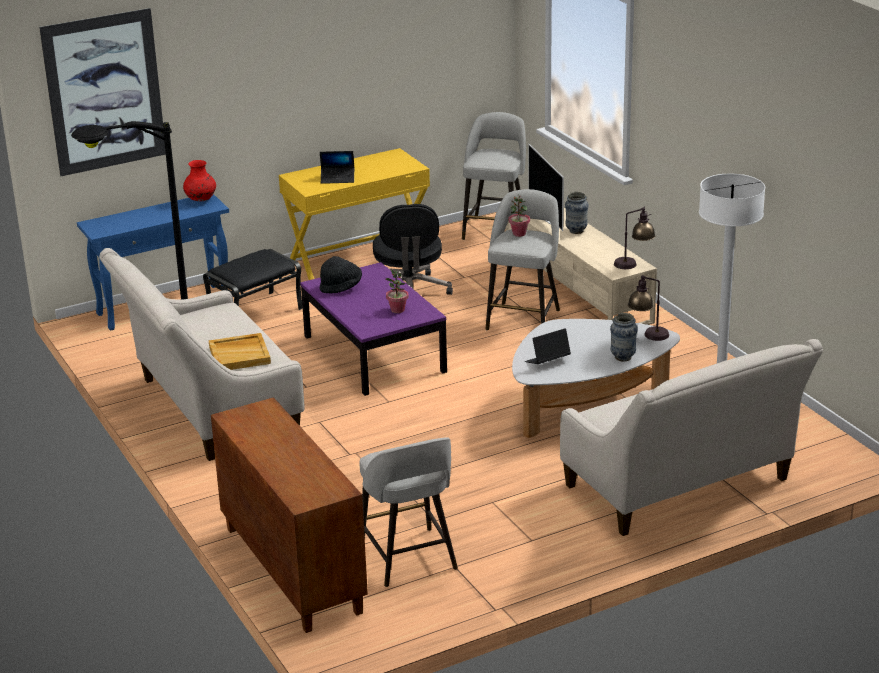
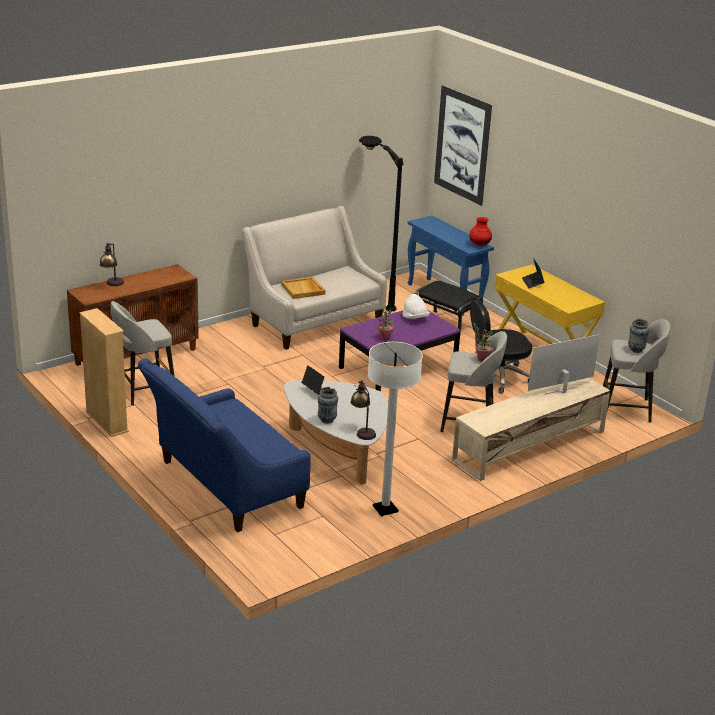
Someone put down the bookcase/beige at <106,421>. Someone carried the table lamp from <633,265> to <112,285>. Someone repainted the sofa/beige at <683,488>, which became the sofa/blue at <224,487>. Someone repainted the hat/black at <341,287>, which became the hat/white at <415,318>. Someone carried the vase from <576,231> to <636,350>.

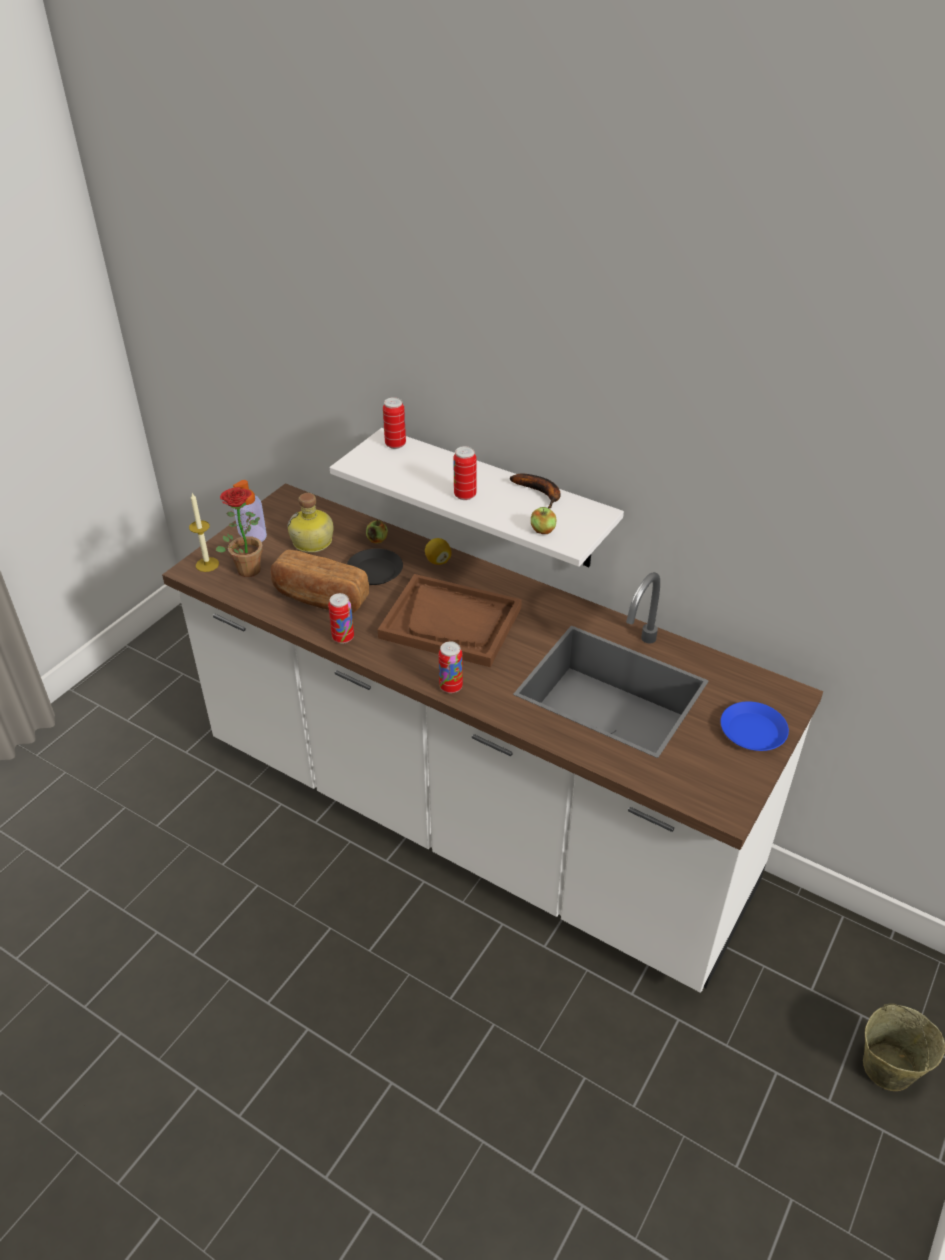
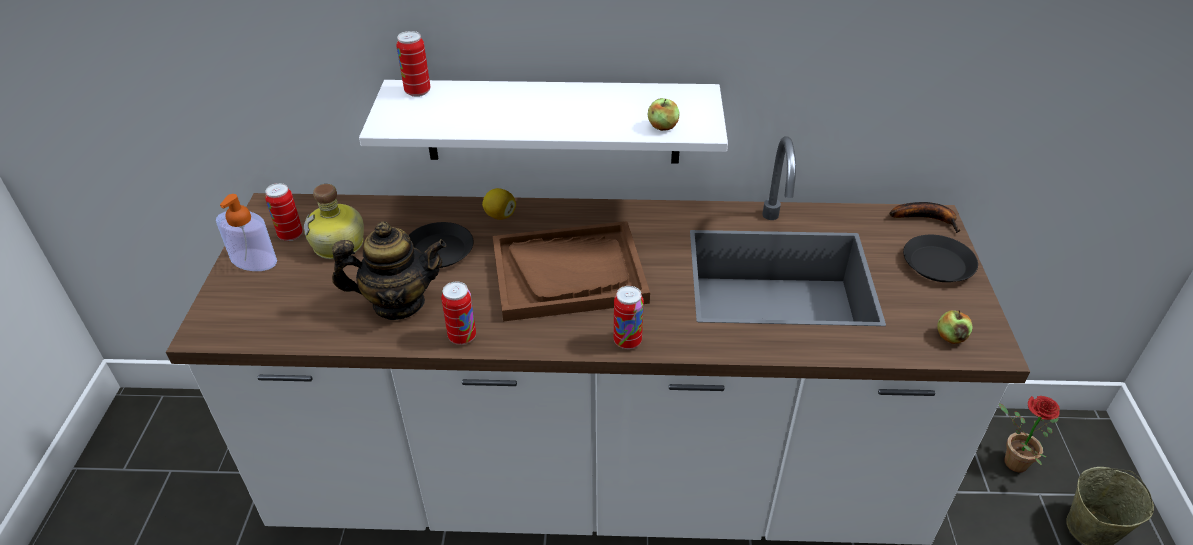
Someone carried the can from <465,495> to <290,235>. Someone swapped the bread at <320,598> for the teapot at <398,303>. Someone carried the banana from <541,493> to <927,219>. Someone repainted the plate/blue at <753,731>, which became the plate/black at <938,264>. Someone carried the apple from <377,540> to <950,337>. Someone carried the potted plant from <246,567> to <1010,461>. Someone took away the candle at <207,564>.

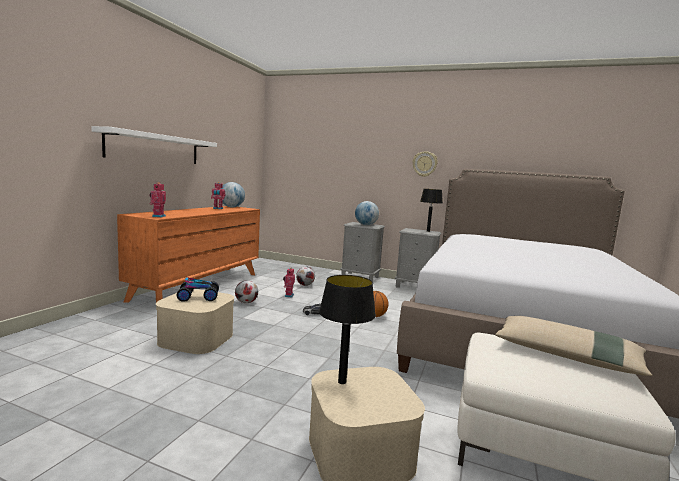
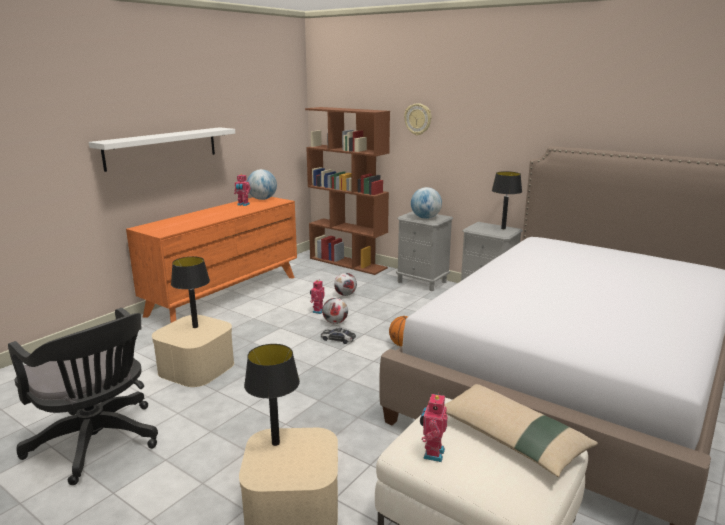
Someone put down the office chair/black at <98,443>. Someone swapped the toy car at <198,297> for the table lamp/black at <195,327>. Someone put down the bookcase/brown at <348,263>. Someone carried the football from <246,302> to <335,322>. Someone carried the wall clock from <424,164> to <418,119>. Someone carried the toy robot from <158,216> to <432,453>.

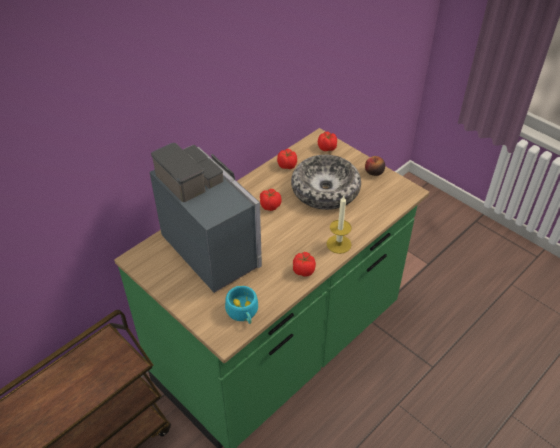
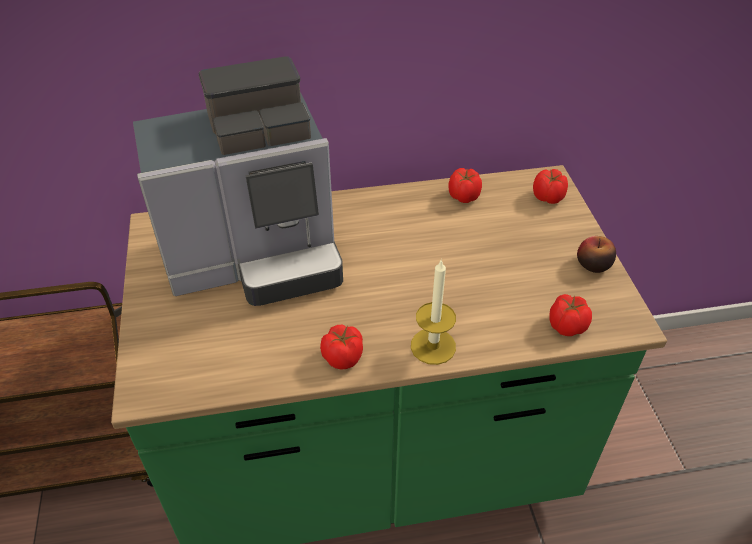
Someone rotated the coffee machine at <213,246> by 75 degrees clockwise. Someone carried the tomato from <270,206> to <566,325>. Someone took away the cup/turquoise at <243,313>. Someone took away the bowl at <325,190>.

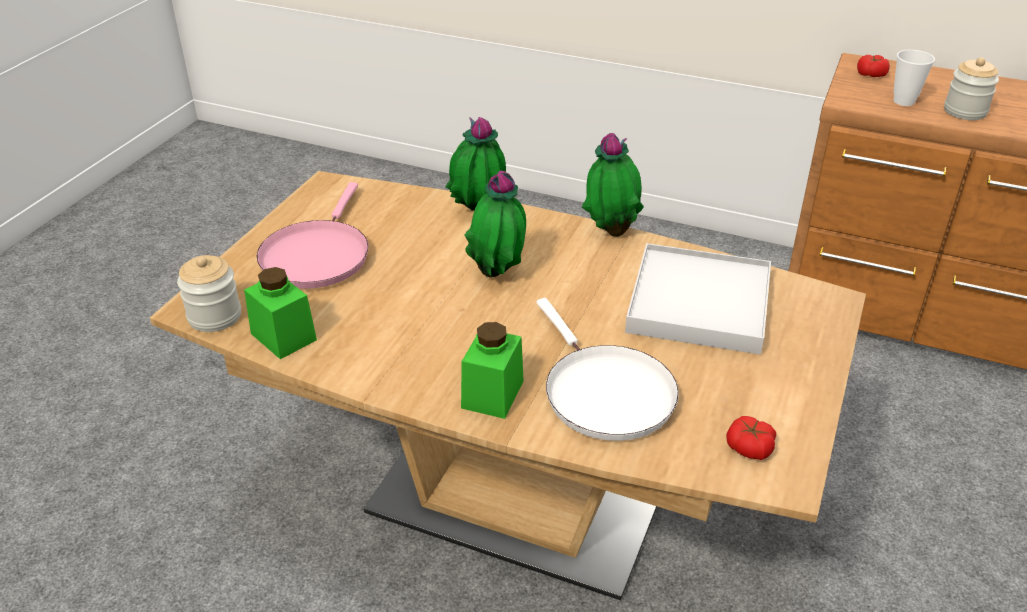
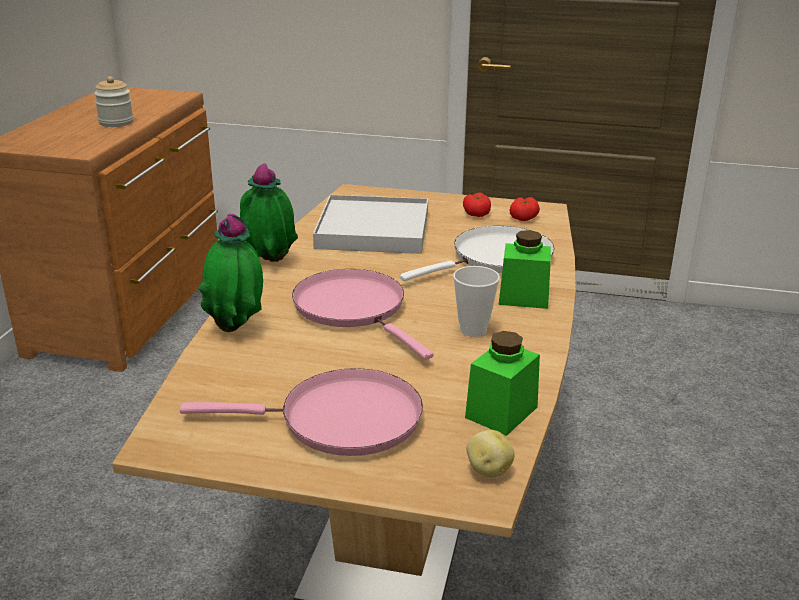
Someone swapped the potted plant at <498,275> for the frying pan/pink at <354,308>. Someone carried the cup from <903,101> to <473,330>. Someone carried the tomato from <871,74> to <476,213>. Someone swapped the jar at <215,316> for the potato at <488,470>.

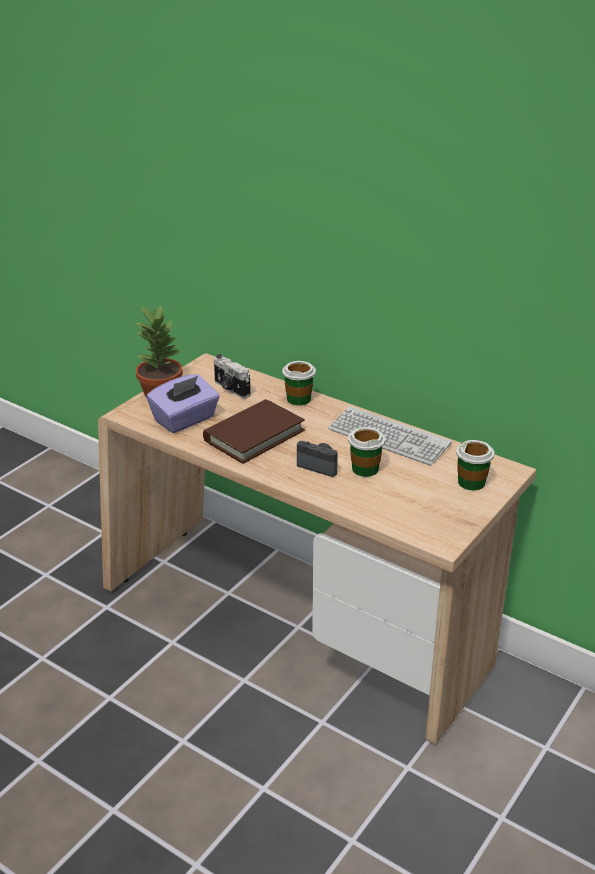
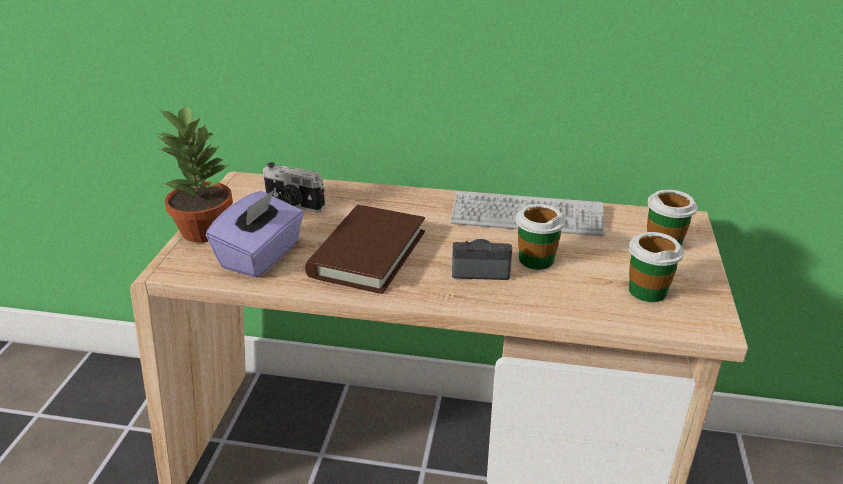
Someone carried the cup from <298,399> to <647,290>.

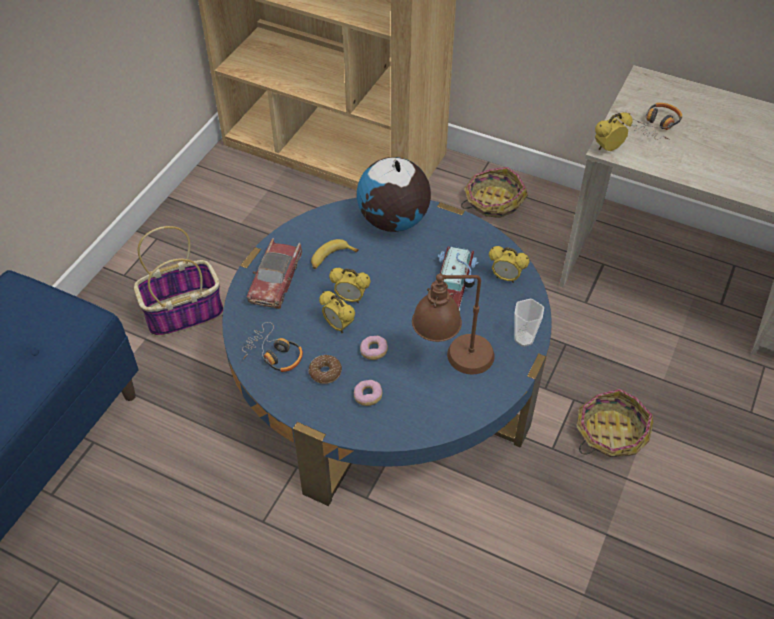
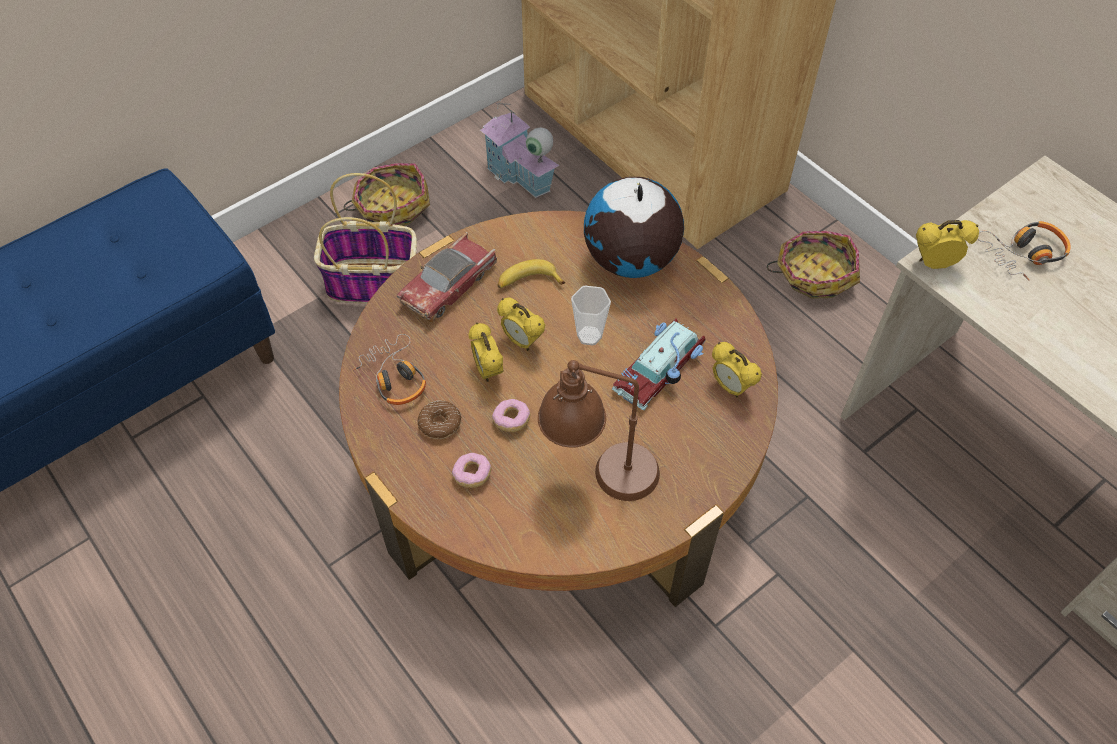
Someone repainted the coffee table/blue at <387,380>, which became the coffee table/brown at <558,454>. Someone carried the basket from <610,433> to <392,205>. Someone put down the toy house at <519,176>. Someone carried the cup from <524,339> to <589,335>.

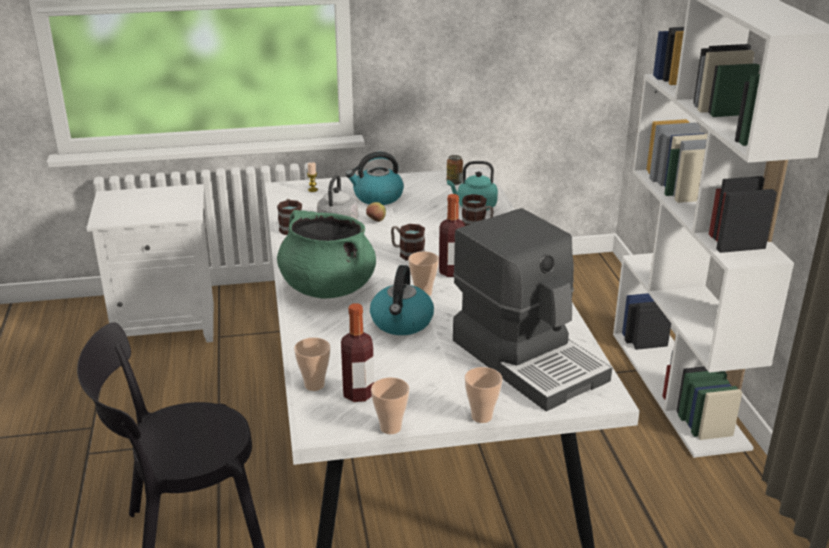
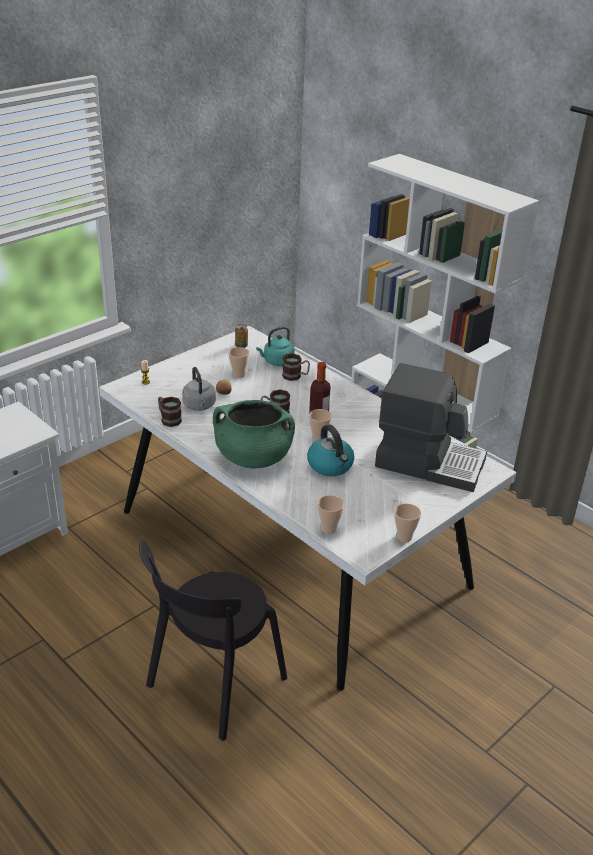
Someone carried the cup from <481,416> to <239,375>. Someone took away the bottle at <358,394>. Someone took away the kettle at <377,197>.

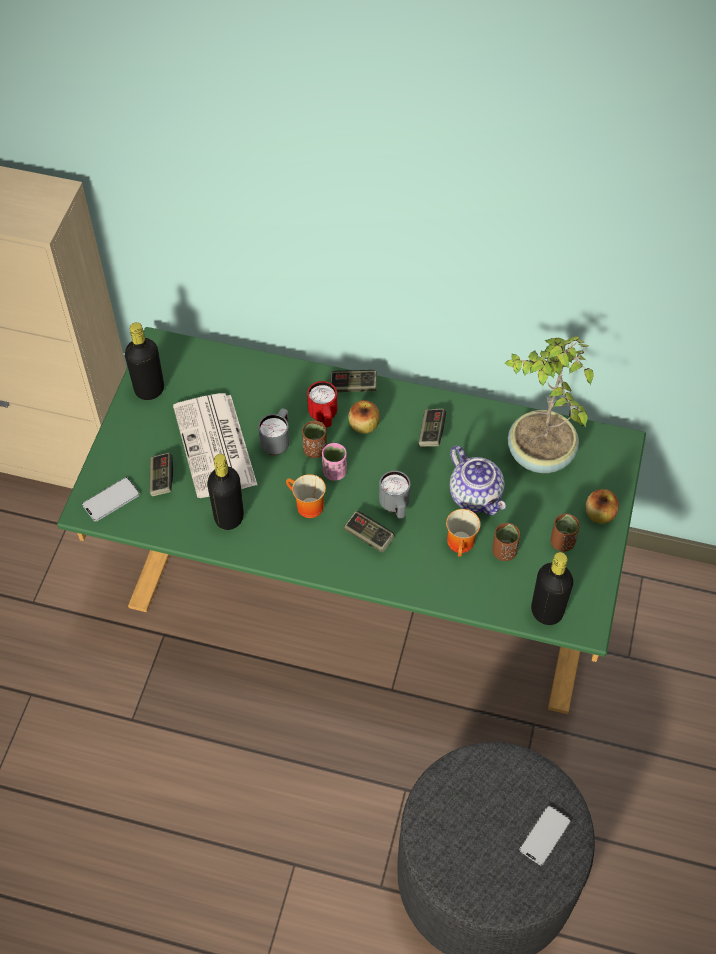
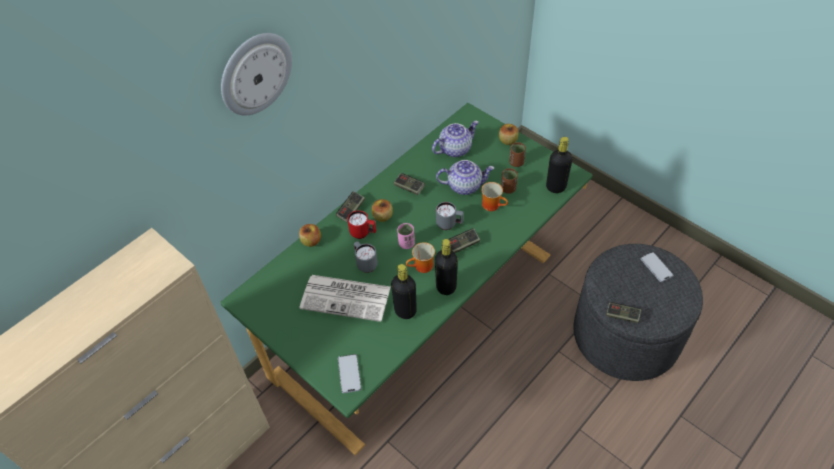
Someone put up the wall clock at <255,73>. Someone put down the apple at <311,241>. Someone swapped the potted plant at <539,455> for the teapot at <455,149>. Someone carried the bottle/black from <149,390> to <446,286>. Someone carried the game controller from <161,479> to <622,315>. Someone took away the cup/brown at <315,450>.

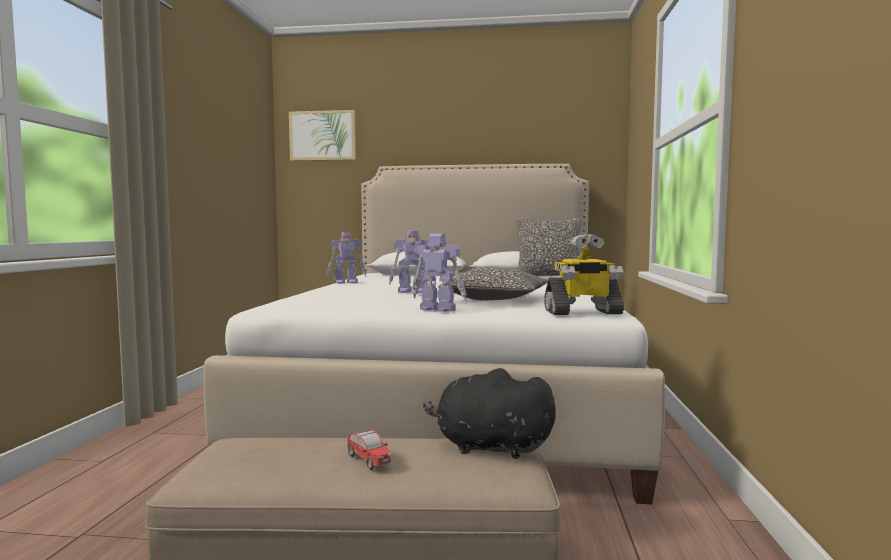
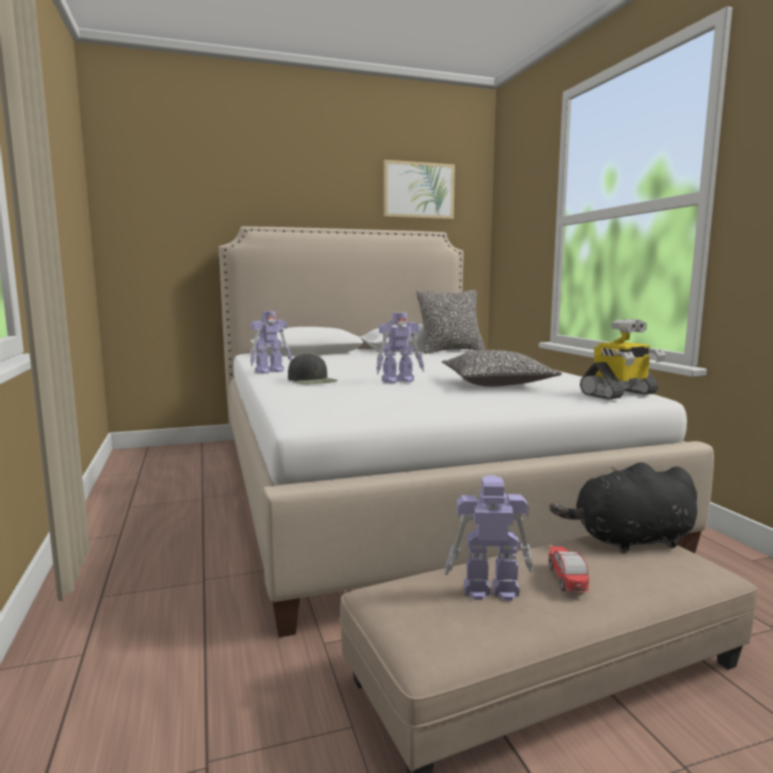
Someone put down the cap/black at <312,380>. Someone carried the picture from <323,136> to <418,190>. Someone carried the toy robot from <437,309> to <489,590>. Someone rotated the toy car at <368,460> by 120 degrees counterclockwise.

